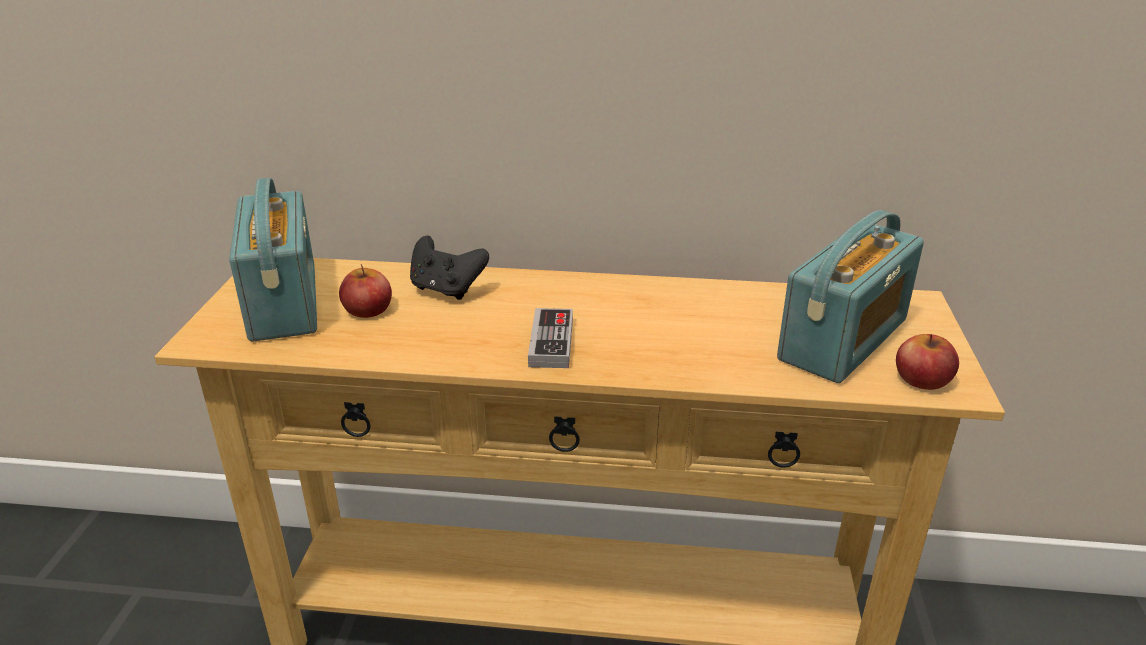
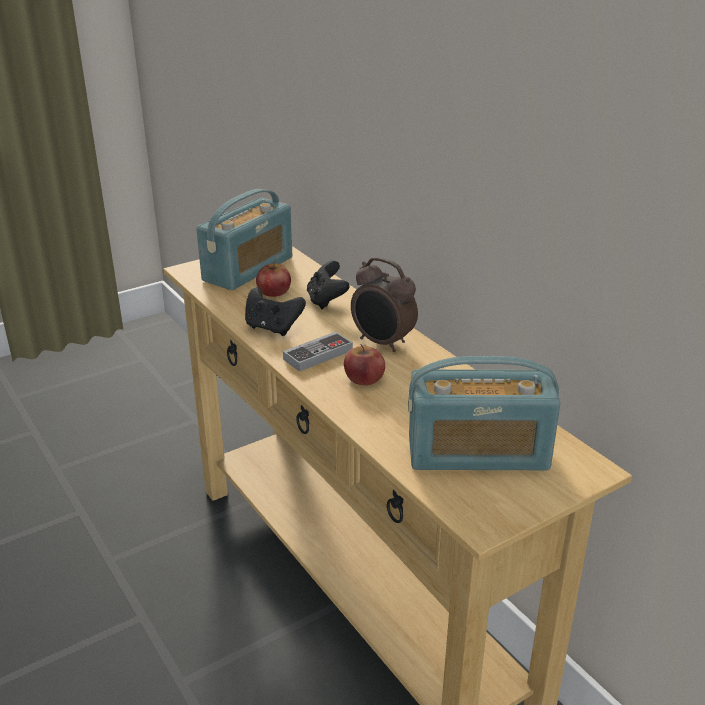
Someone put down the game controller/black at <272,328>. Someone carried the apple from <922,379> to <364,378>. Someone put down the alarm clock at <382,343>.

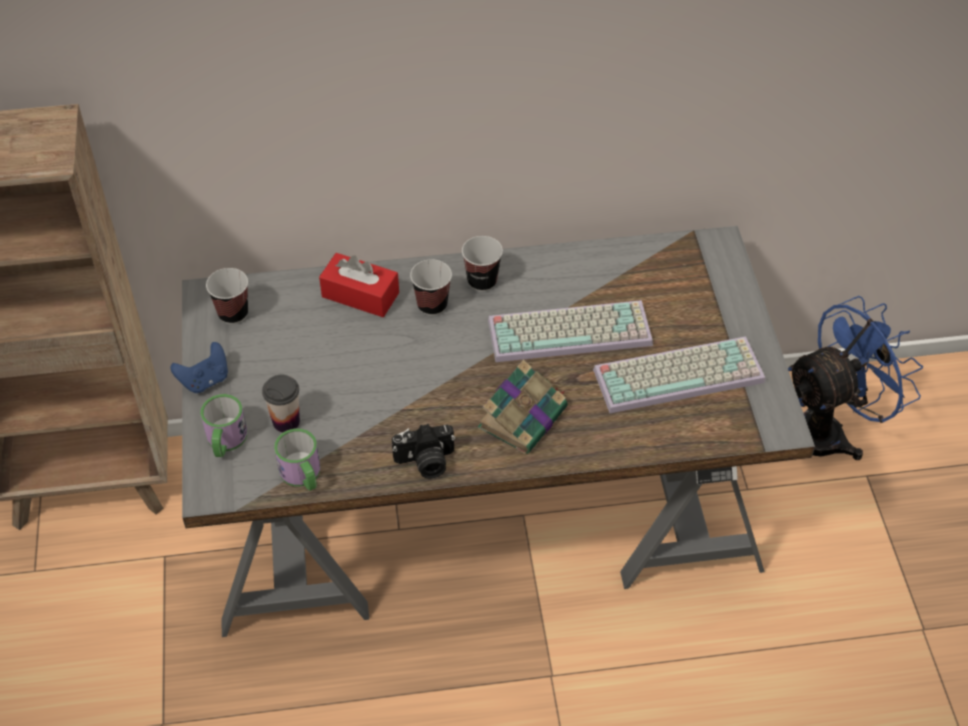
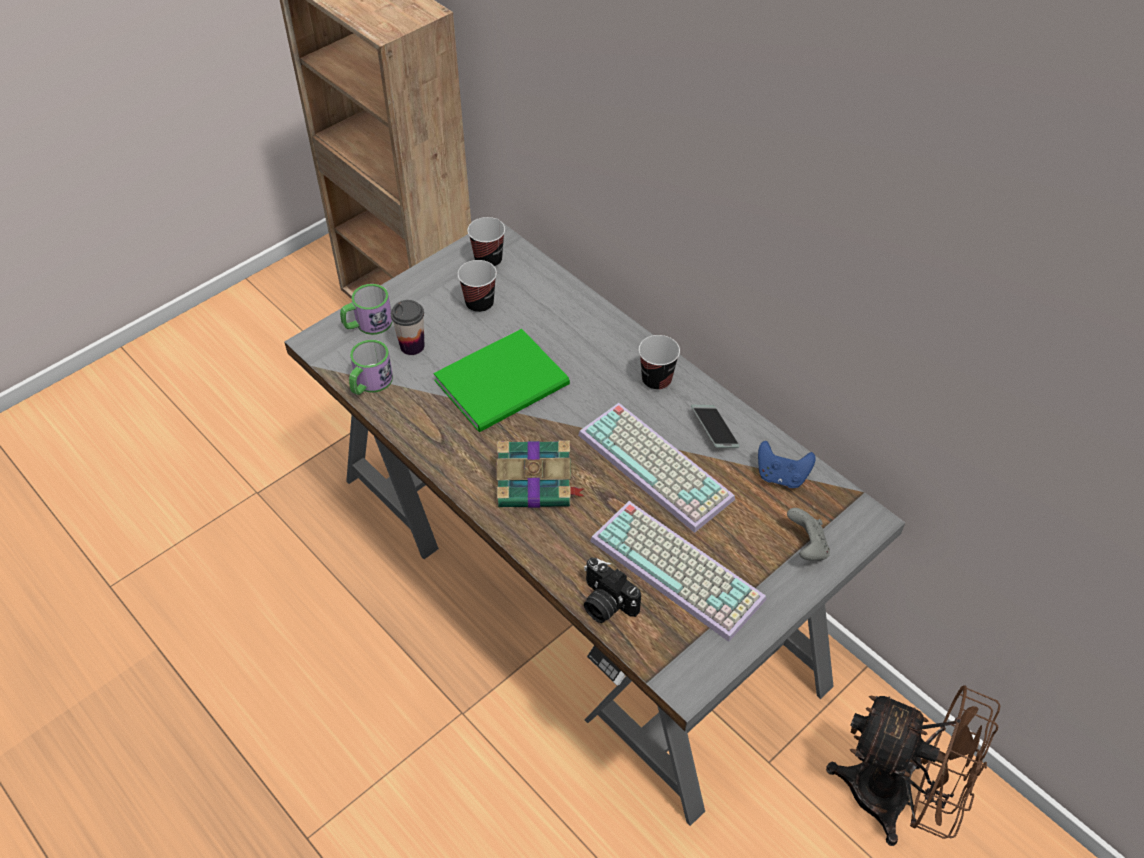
Someone put down the book/green at <506,383>. Someone carried the cup from <432,305> to <479,304>. Someone carried the photo camera from <426,462> to <605,603>. Someone put down the phone at <714,430>. Someone carried the game controller/blue from <205,380> to <781,476>. Someone put down the game controller/grey at <807,547>. Someone repainted the fan/blue at <828,432>, which became the fan/brown at <896,799>. Someone took away the tissue box/red at <360,295>.

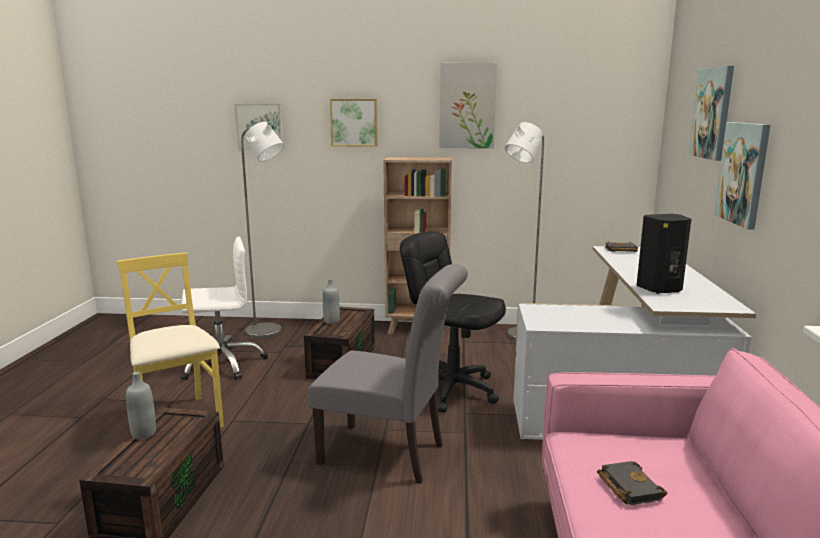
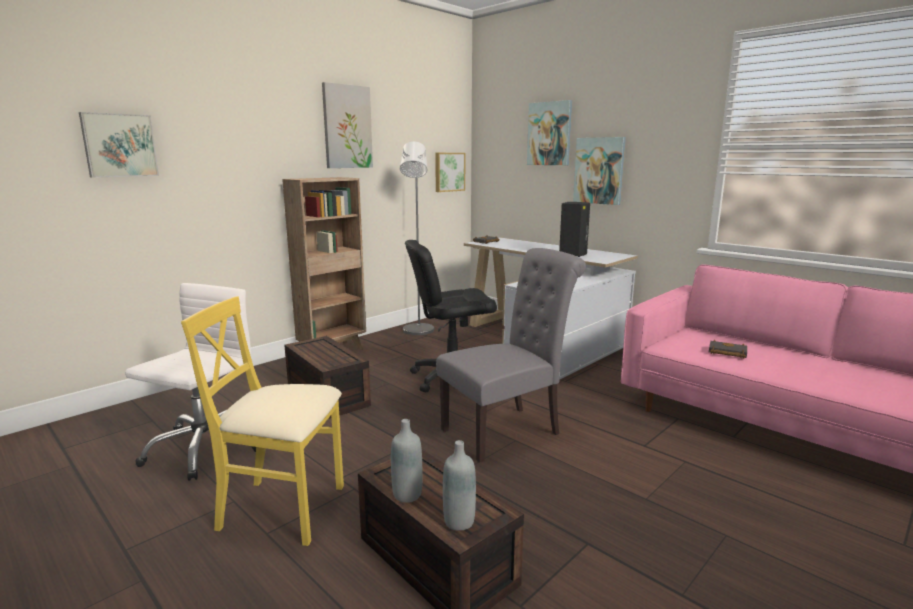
Someone carried the picture from <354,122> to <449,172>. Someone carried the bottle/grey from <331,321> to <459,521>. Someone took away the floor lamp/grey at <269,332>.

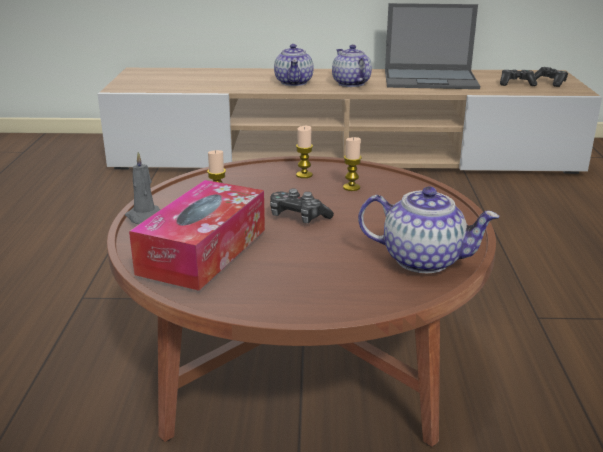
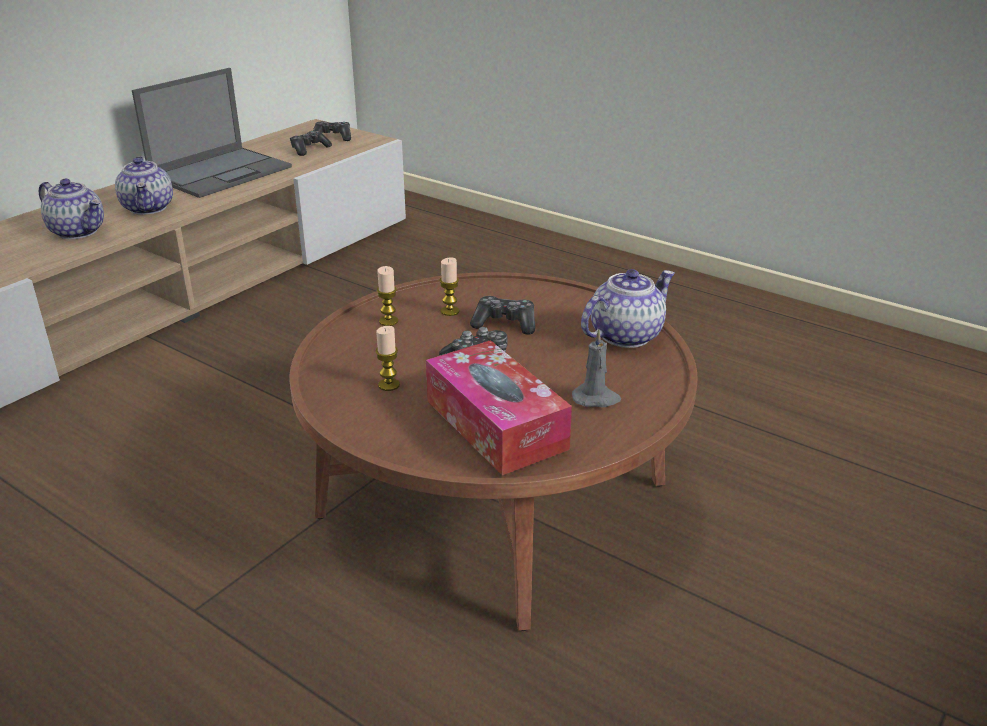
Someone rotated the teapot at <350,83> by 120 degrees counterclockwise. Someone put down the game controller at <505,324>. Someone carried the candle/grey from <146,218> to <596,398>.

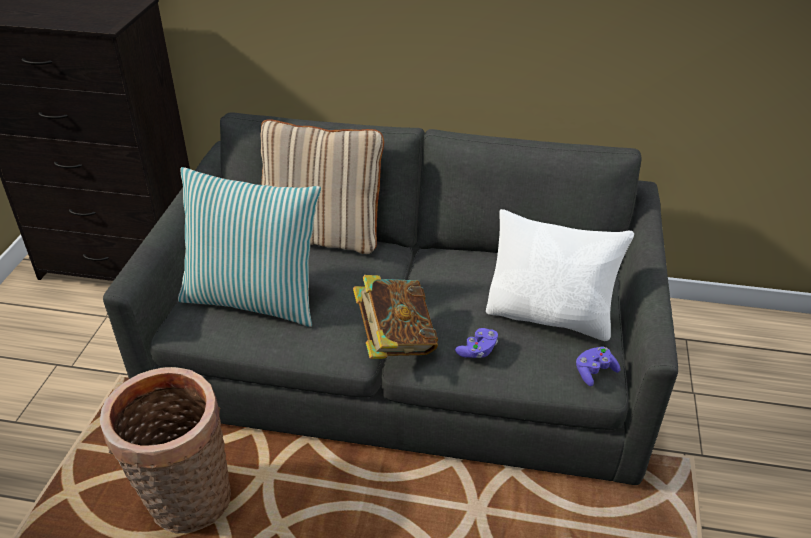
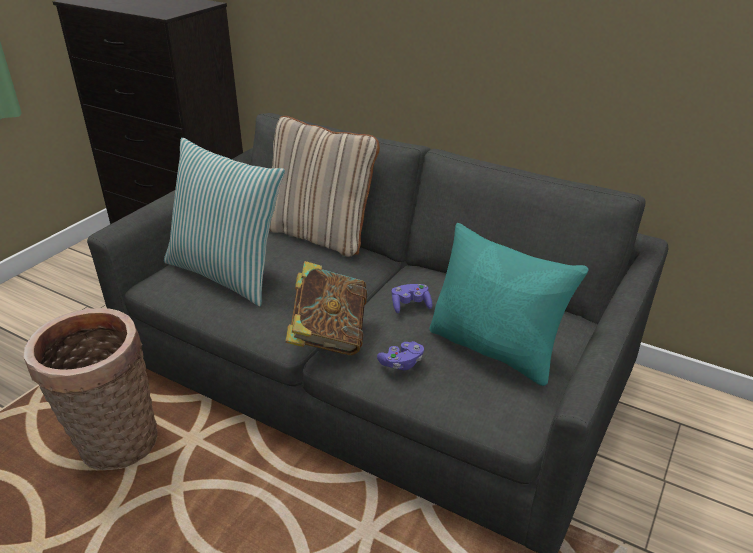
Someone carried the game controller/purple from <594,372> to <410,305>. Someone repainted the pillow/white at <550,316>, which became the pillow/turquoise at <495,348>.

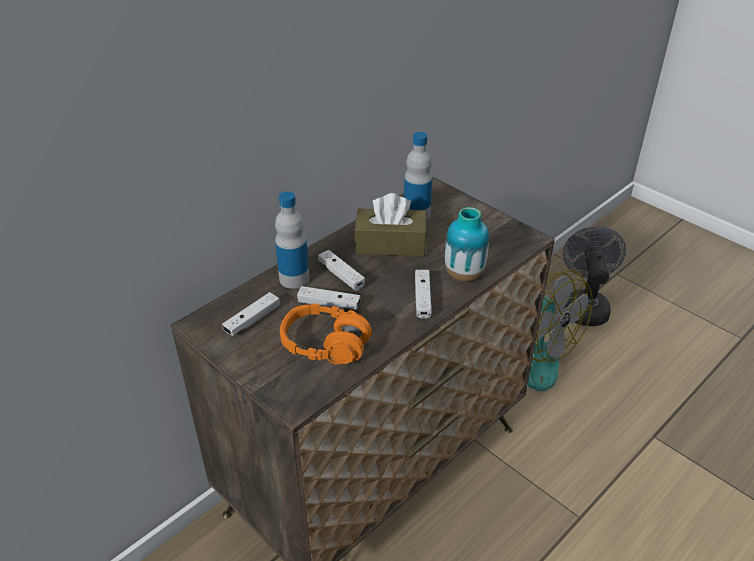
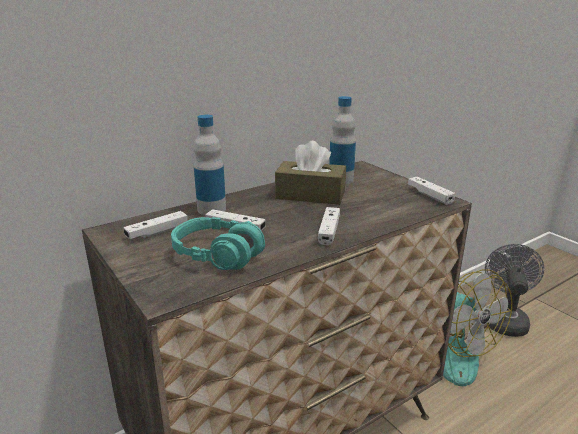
Someone repainted the headphones/orange at <325,344>, which became the headphones/turquoise at <218,255>. Someone carried the game controller/white from <341,275> to <429,195>. Someone took away the vase at <464,275>.

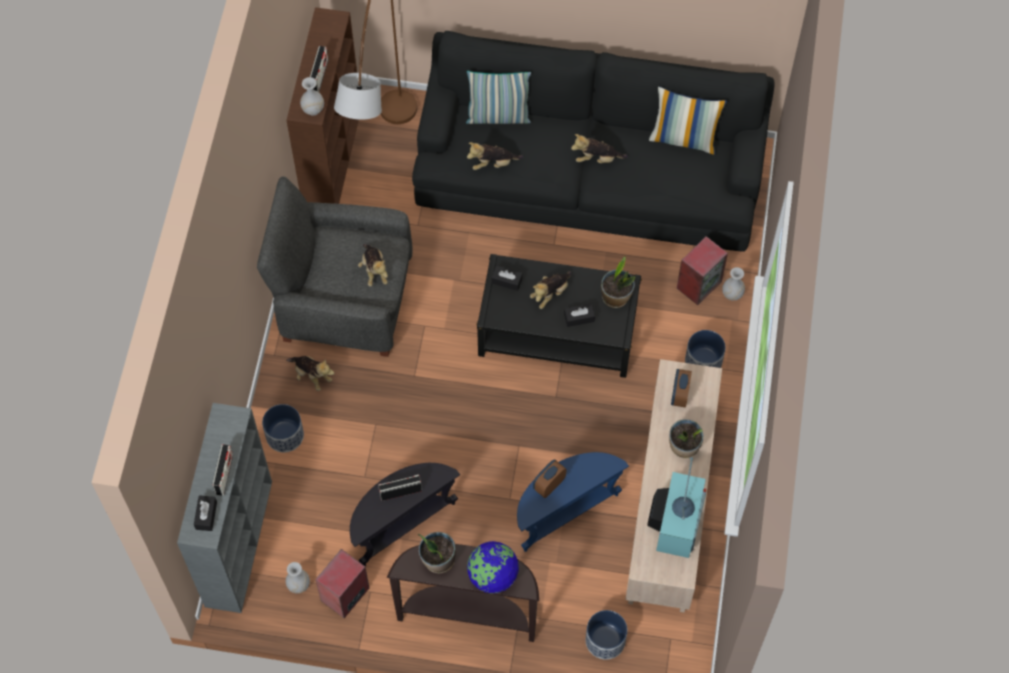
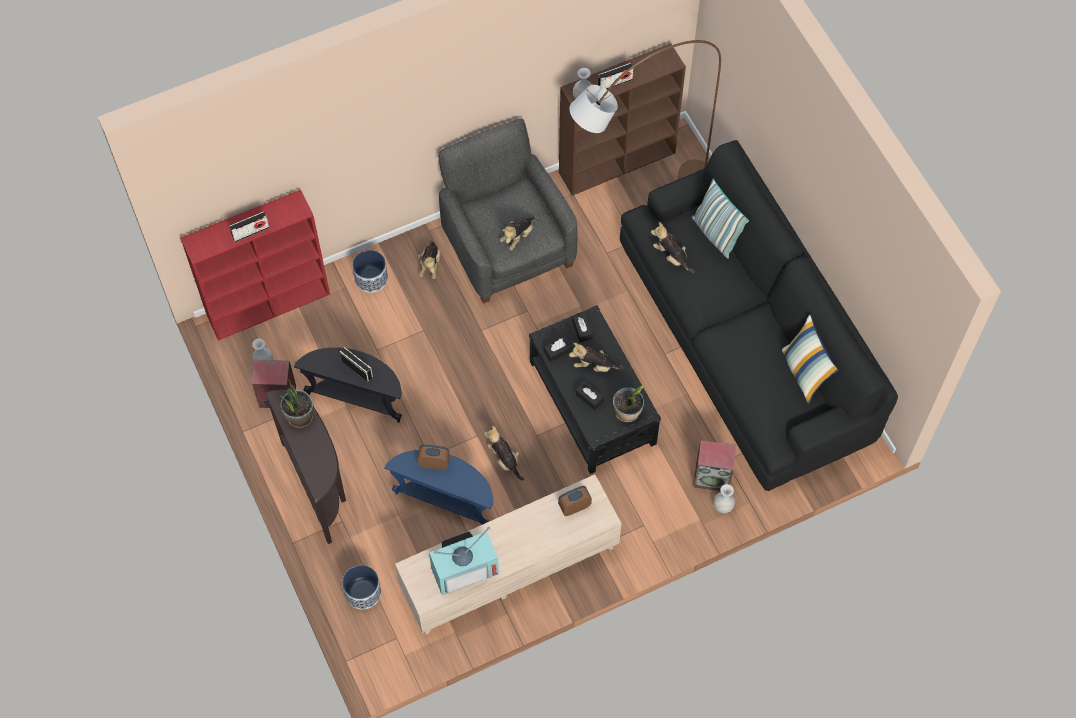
Someone repainted the bookcase/grey at <239,542>, which became the bookcase/red at <269,304>. Someone carried the plush toy from <597,159> to <504,459>. Someone carried the tissue box/black from <206,515> to <558,351>. Someone took away the globe at <492,576>. Someone took away the potted plant at <684,447>. Someone took away the planter at <703,361>.

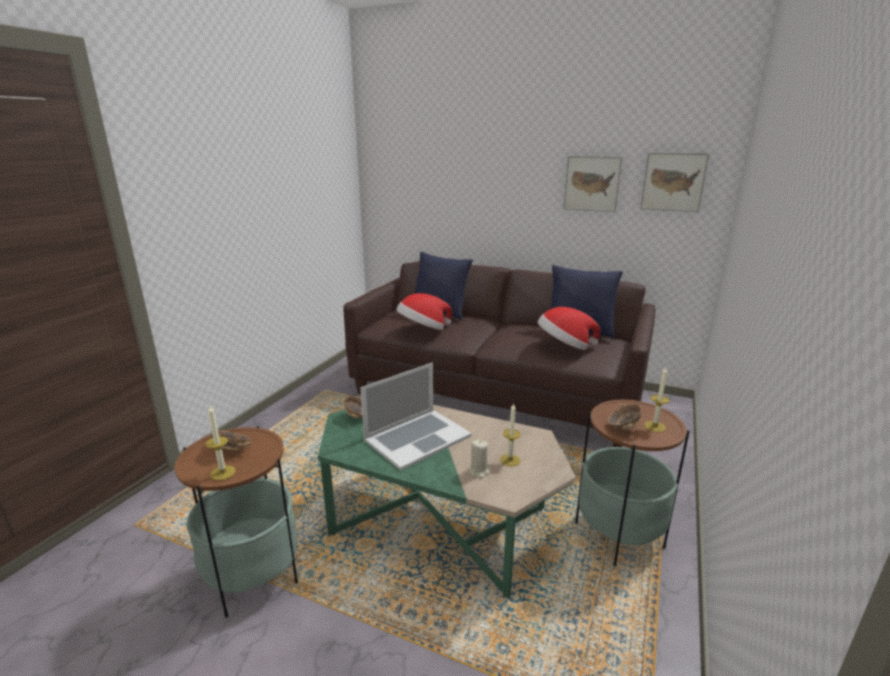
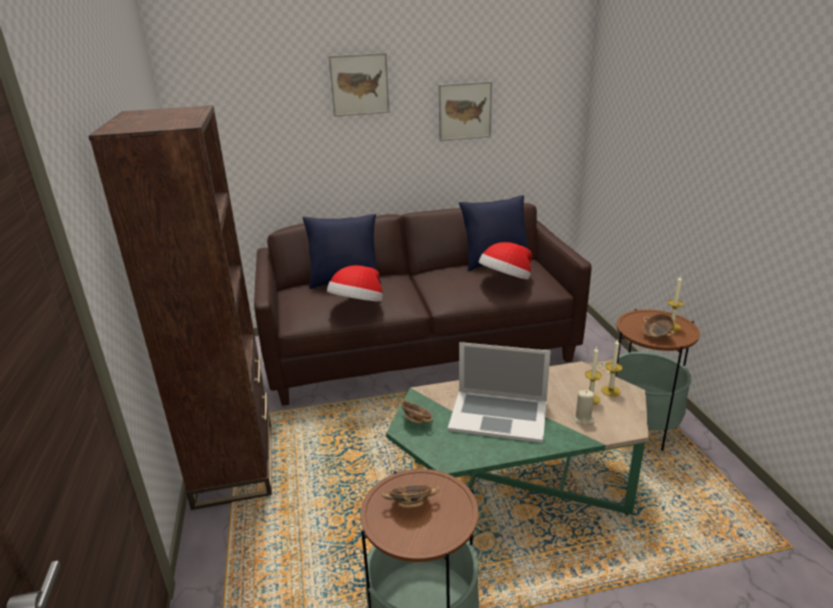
Someone put down the bookcase/brown at <235,465>. Someone carried the picture from <673,182> to <359,84>. Someone rotated the laptop at <417,438> by 90 degrees clockwise. Someone carried the candle from <223,473> to <610,391>.

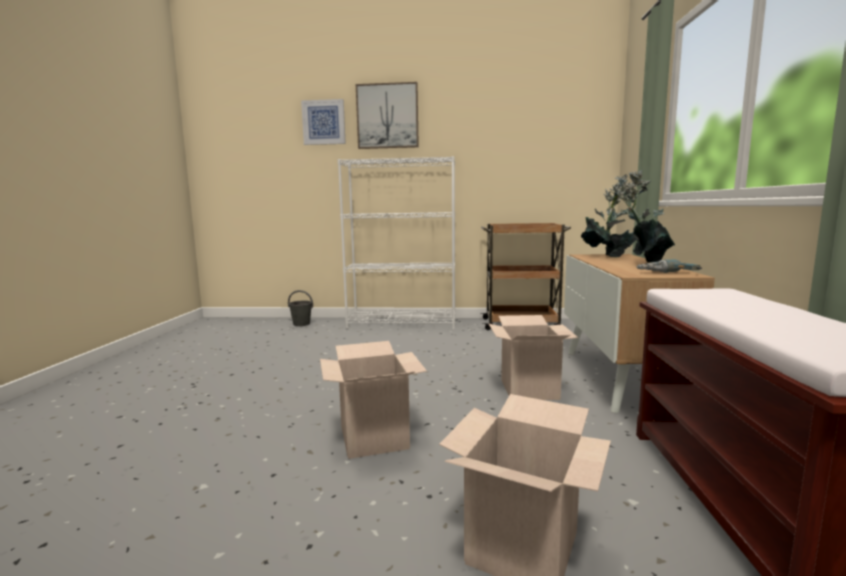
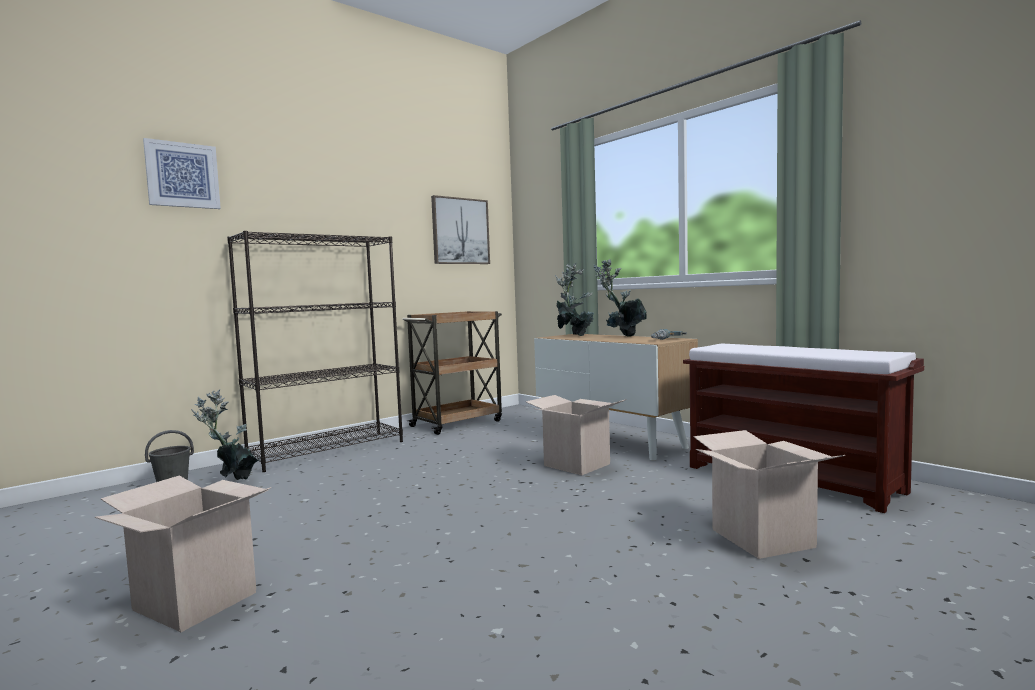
Someone carried the cardboard box from <374,437> to <195,601>. Someone put down the potted plant at <233,481>. Someone repainted the bookcase/white at <403,323>, which became the bookcase/black at <328,450>. Someone carried the picture from <387,116> to <460,231>.

